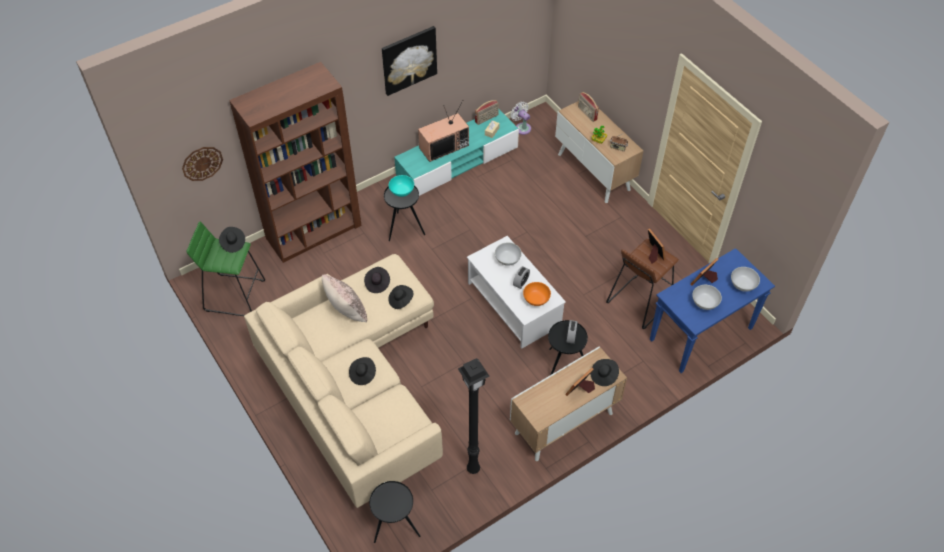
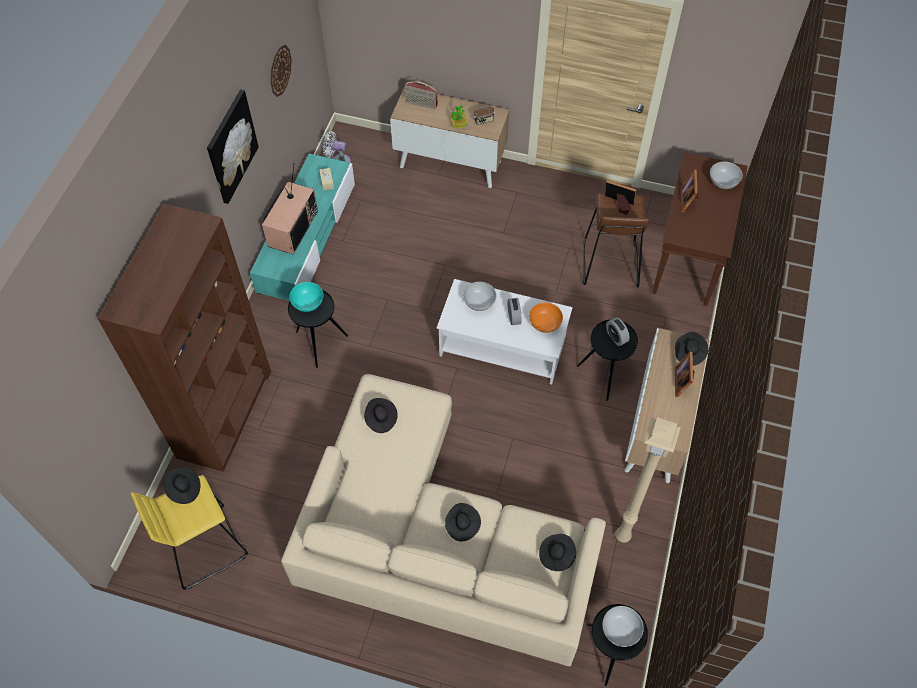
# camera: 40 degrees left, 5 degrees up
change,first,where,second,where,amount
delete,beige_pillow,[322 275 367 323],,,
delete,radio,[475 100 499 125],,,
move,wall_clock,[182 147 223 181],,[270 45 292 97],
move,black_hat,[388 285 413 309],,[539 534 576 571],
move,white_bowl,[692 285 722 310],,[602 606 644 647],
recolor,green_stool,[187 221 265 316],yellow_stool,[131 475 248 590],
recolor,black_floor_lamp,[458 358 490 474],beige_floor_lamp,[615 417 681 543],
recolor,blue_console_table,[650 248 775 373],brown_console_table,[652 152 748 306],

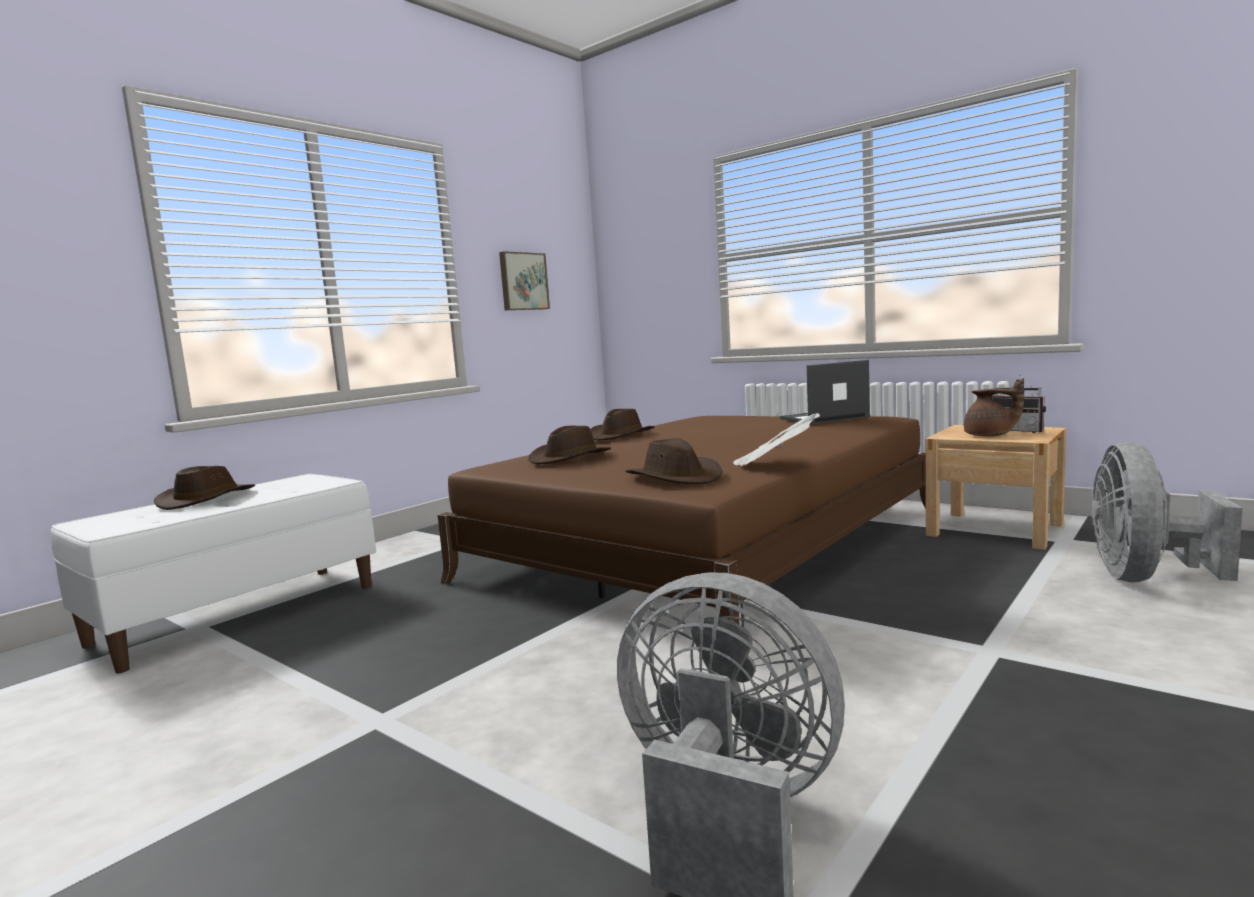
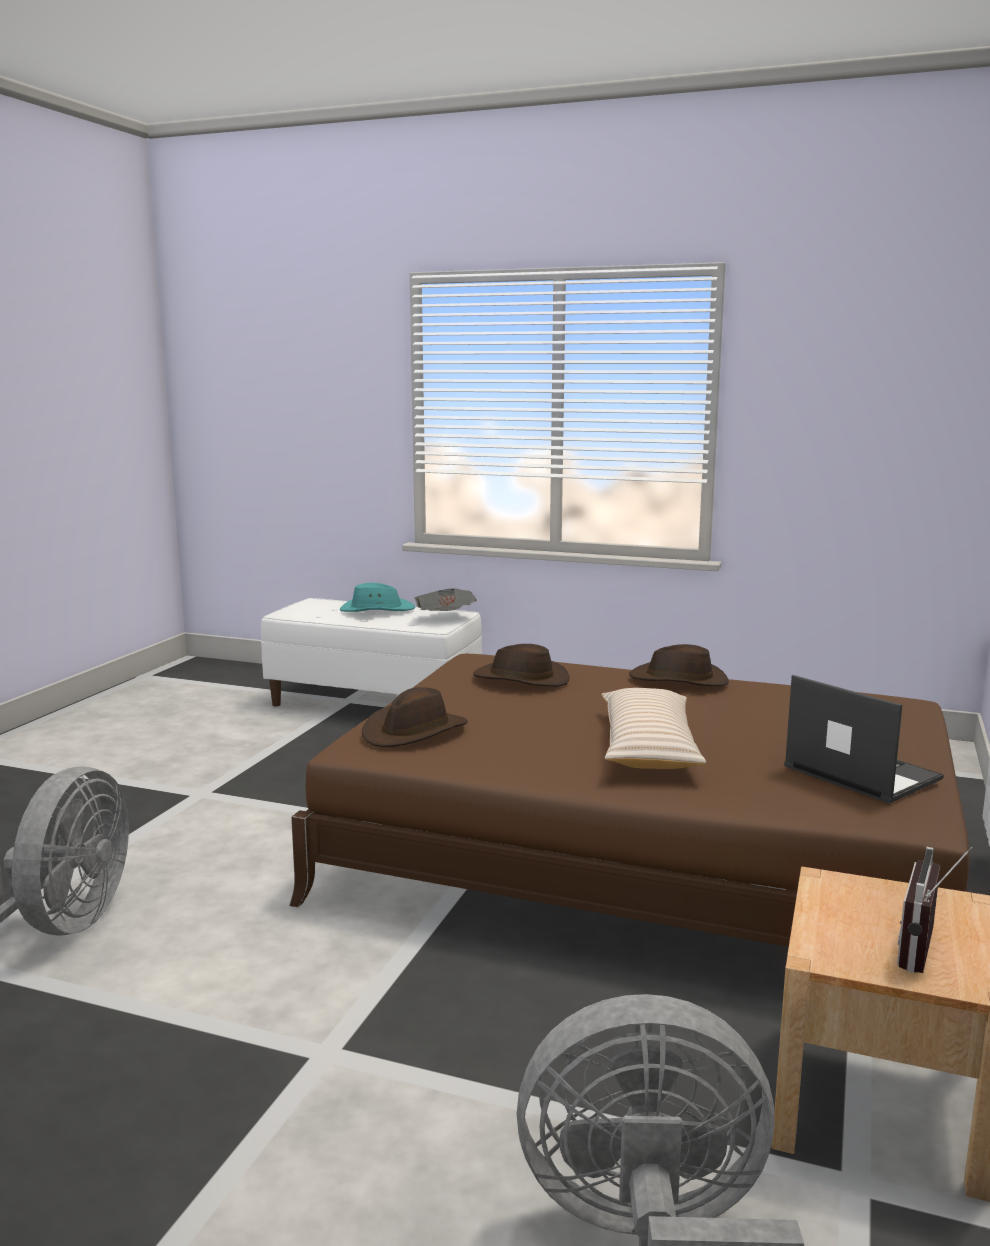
# camera: 70 degrees right, 5 degrees up
change,first,where,second,where,amount
delete,picture,[499 251 550 310],,,
delete,brown_teapot,[964 378 1024 437],,,
insert,,,beige_pillow,[602 688 706 769],
move,newspaper,[733 413 820 466],,[415 588 477 611],
recolor,brown_hat,[154 466 255 510],turquoise_hat,[340 583 415 612],

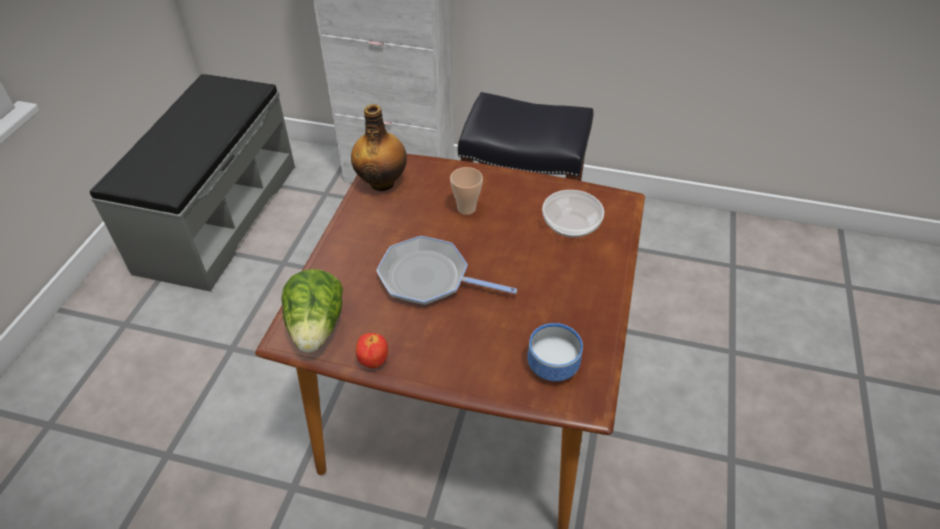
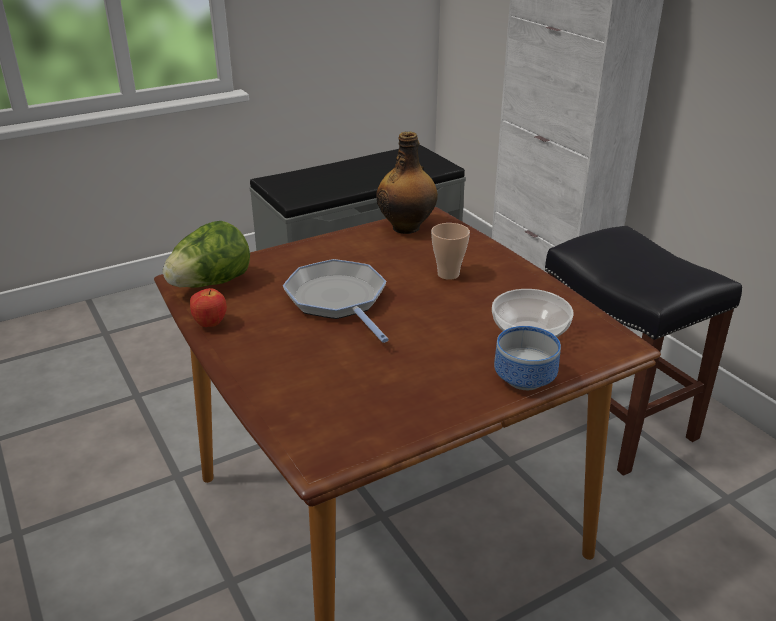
# camera: 45 degrees right, 15 degrees down
change,first,where,second,where,amount
move,bowl,[527 323 583 381],,[494 326 561 390],

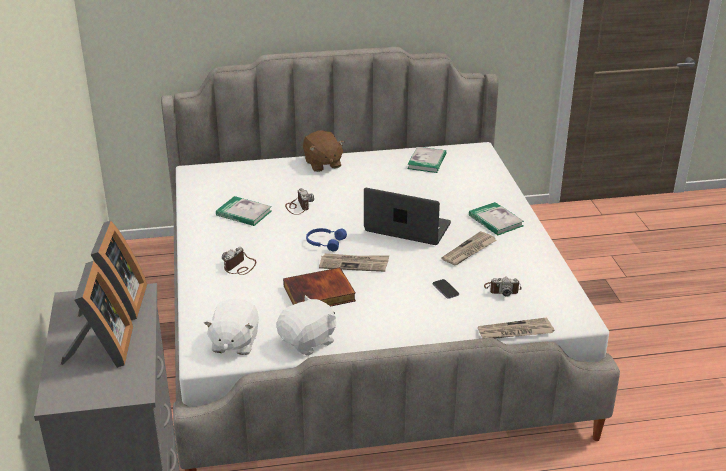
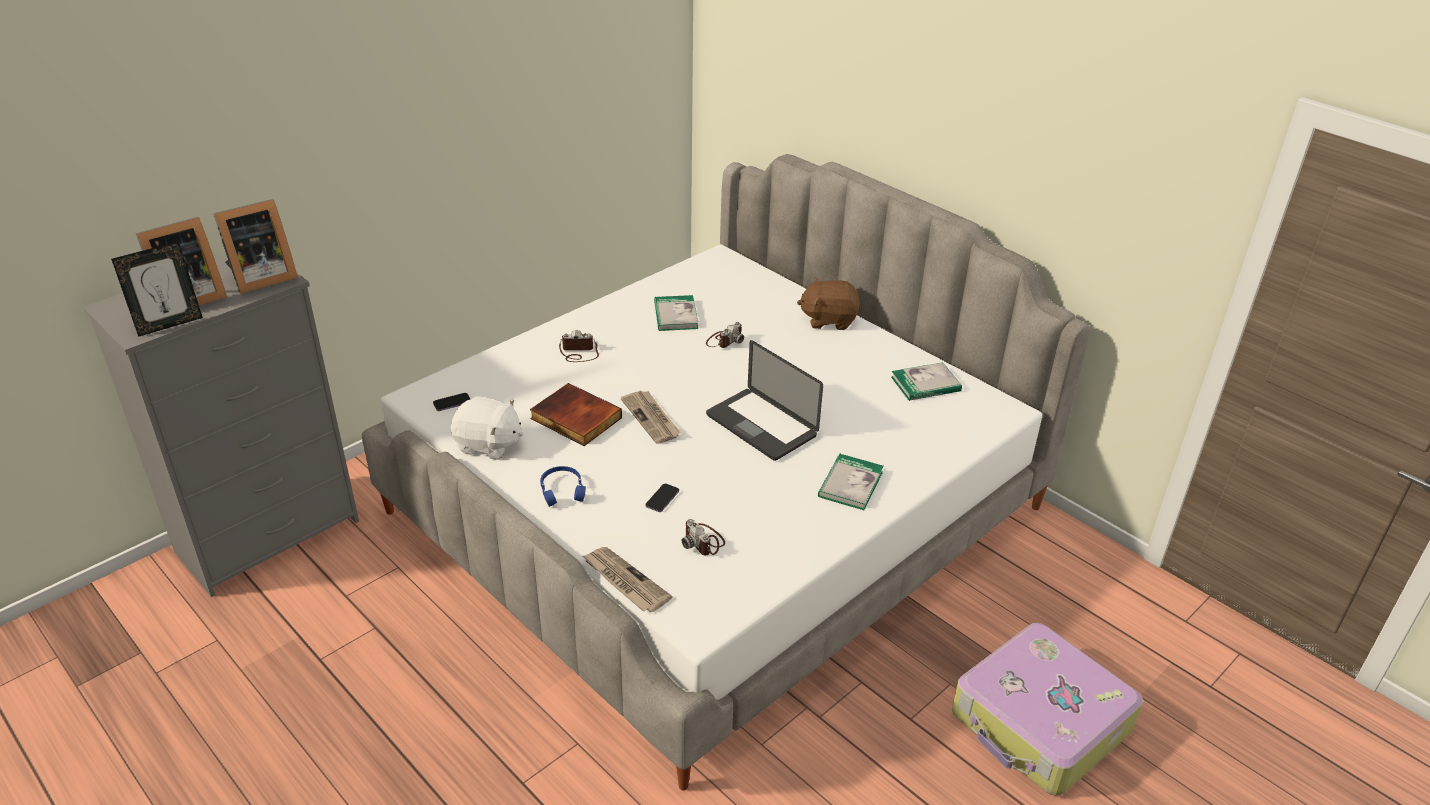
# camera: 55 degrees right, 5 degrees up
change,first,where,second,where,amount
delete,newspaper,[441 231 497 265],,,
insert,,,picture_frame,[111 241 203 337],
insert,,,suitcase,[952 623 1143 796],
move,blue_headphones,[306 228 347 251],,[540 466 586 507],
replace,white_plush_toy,[204 299 259 355],phone,[433 393 470 411],
rotate,brown_plush_toy,[303 131 345 172],,[797 277 861 330],60 degrees clockwise
rotate,laptop,[364 188 451 245],,[706 340 823 461],150 degrees clockwise

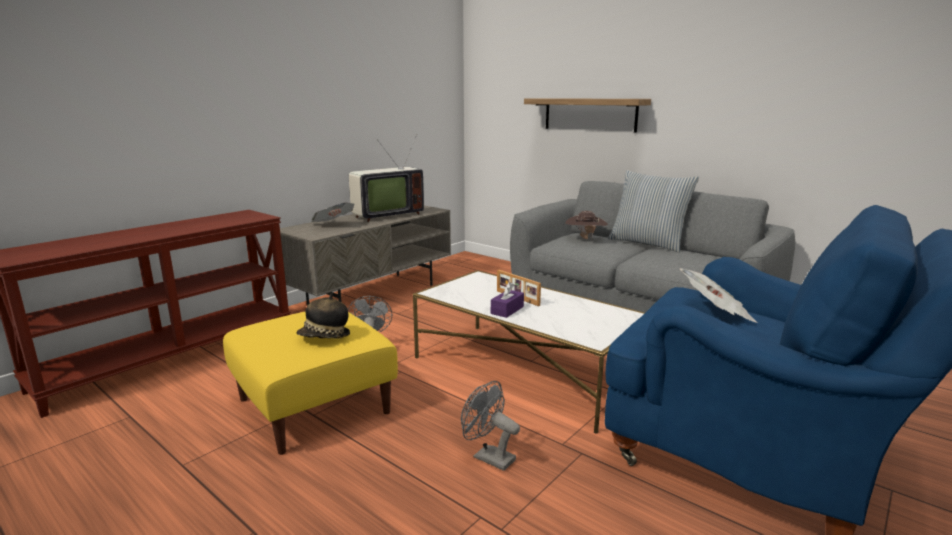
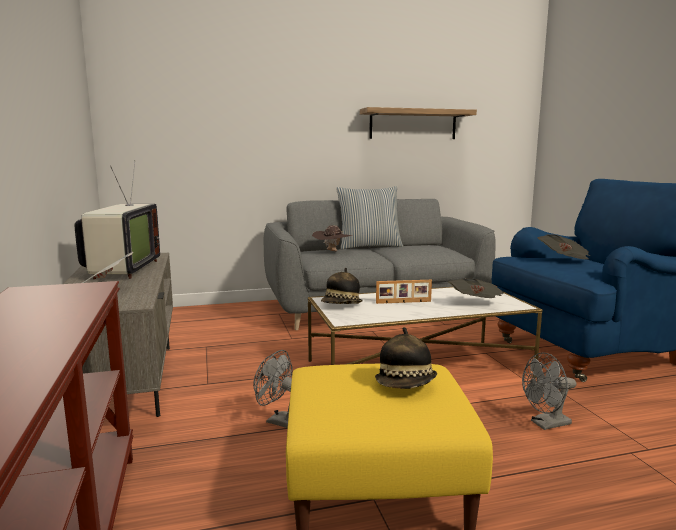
# camera: 55 degrees left, 5 degrees down
change,first,where,second,where,amount
delete,purple_tissue_box,[491 282 524 318],,,
insert,,,hat,[321 268 363 304],
insert,,,newspaper,[448 279 504 298],
move,shelf,[524 98 651 133],,[360 107 477 139],

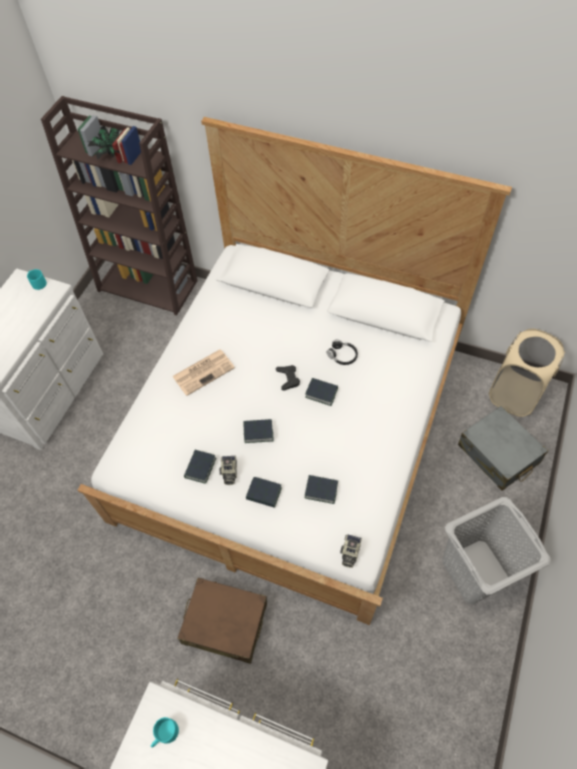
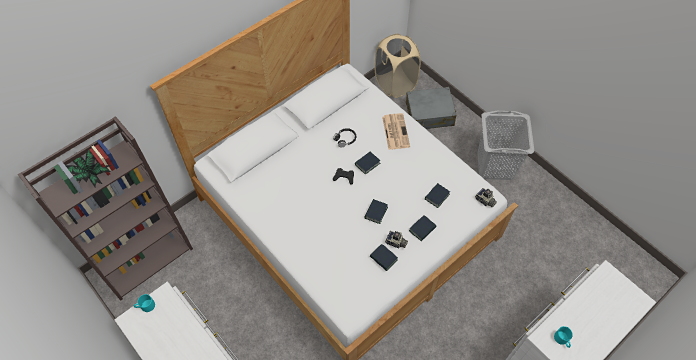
# camera: 65 degrees left, 0 degrees up
change,first,where,second,where,amount
delete,brown_suitcase,[177 578 267 664],,,
move,newspaper,[172 349 235 396],,[382 113 410 150],

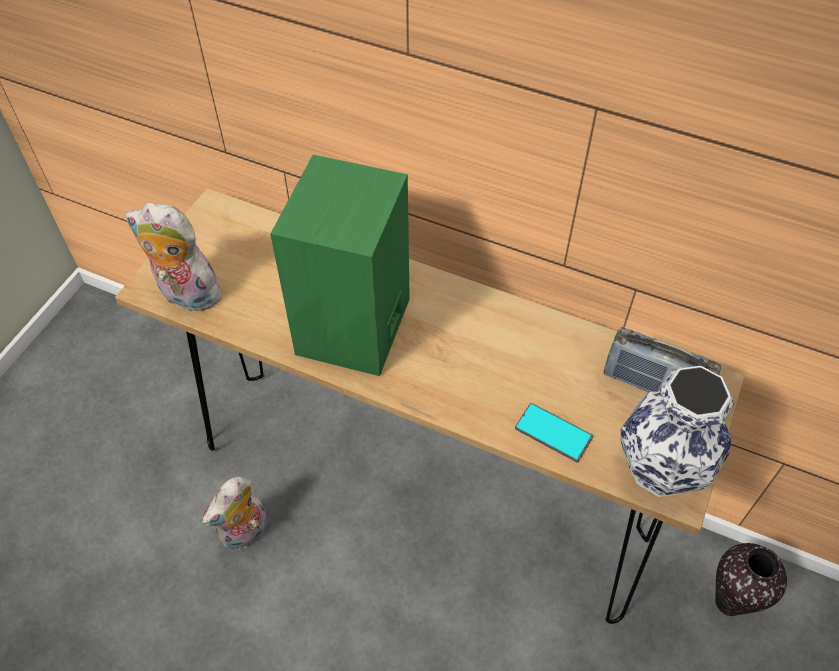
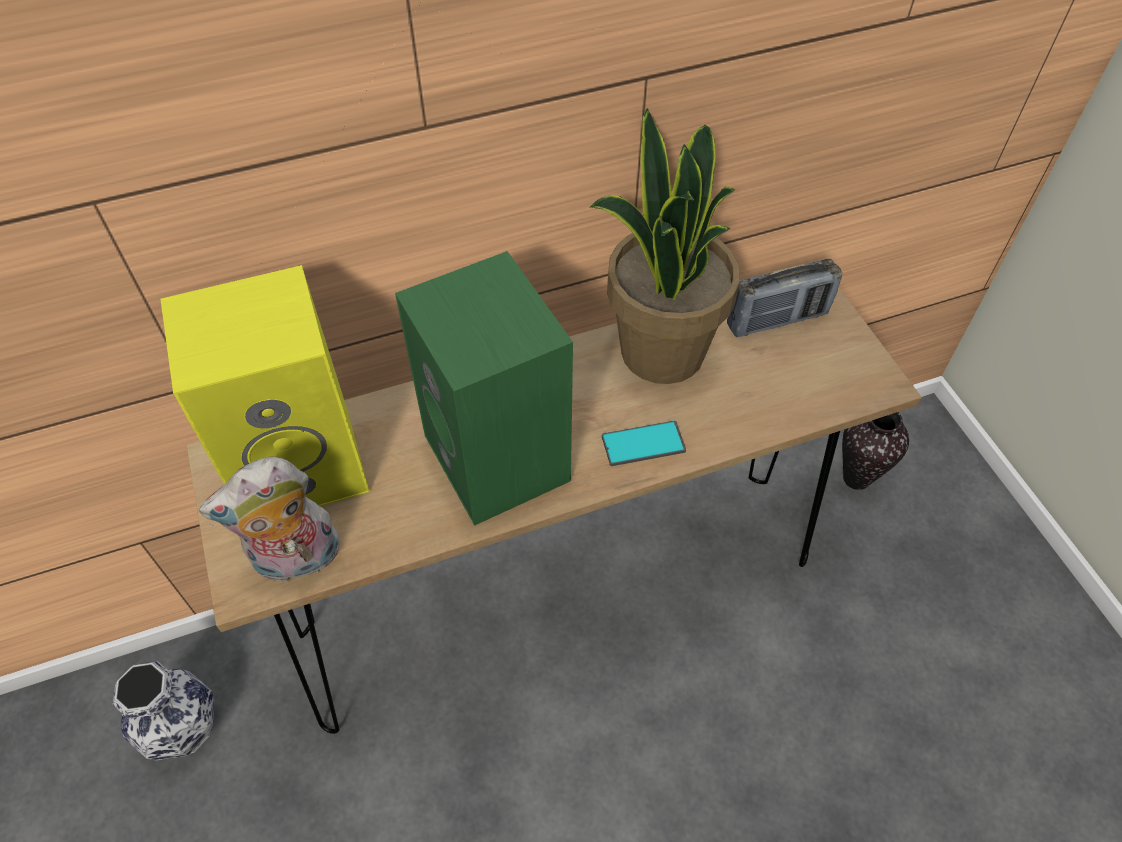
# camera: 45 degrees left, 0 degrees up
change,first,where,second,where,amount
delete,plush_toy,[202 477 268 551],,,
insert,,,yellow_speaker,[160 265 370 506],
insert,,,potted_plant,[590 108 740 384],
move,phone,[515 403 593 462],,[602 421 686 466],
move,vase,[620 366 735 497],,[113 661 214 760],

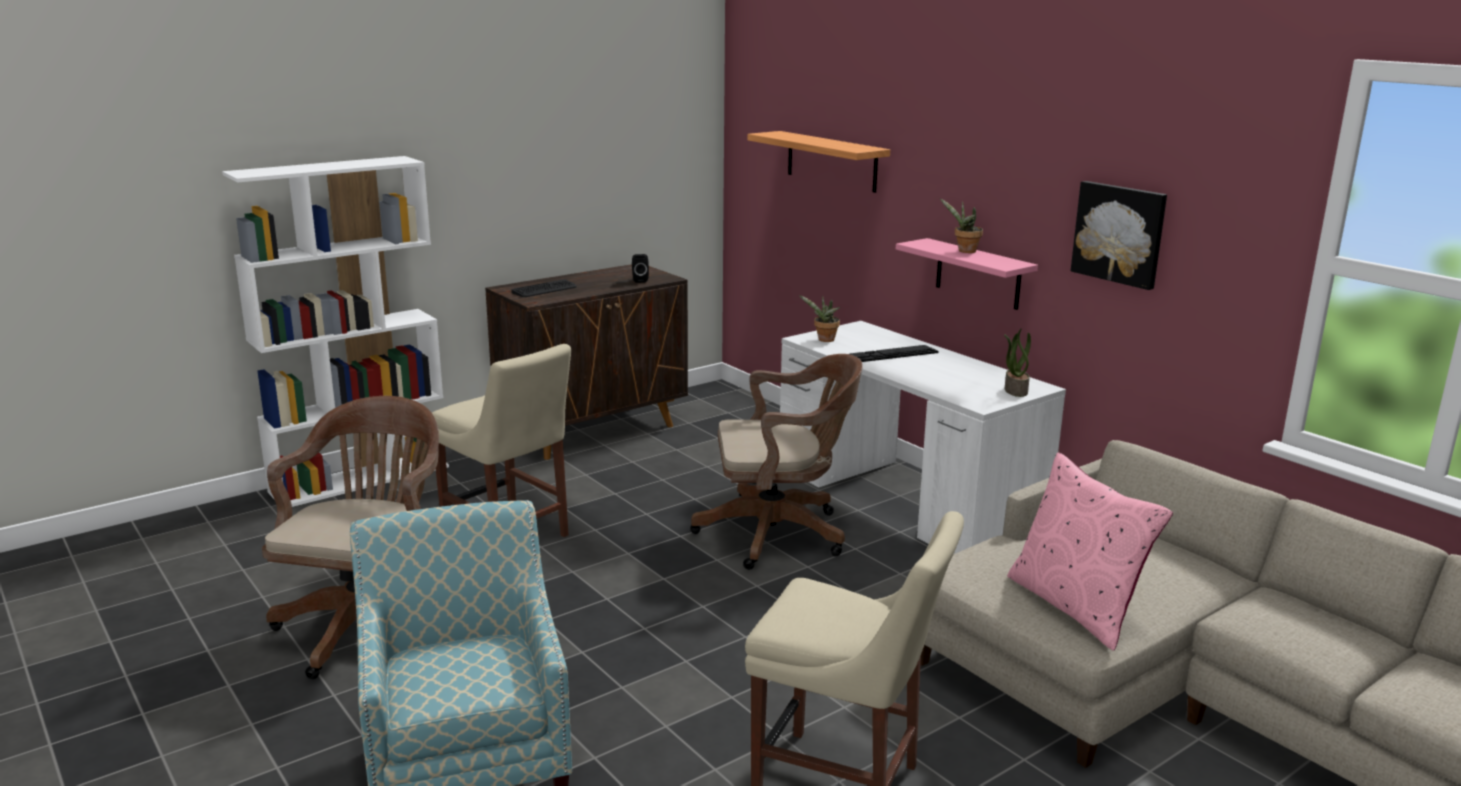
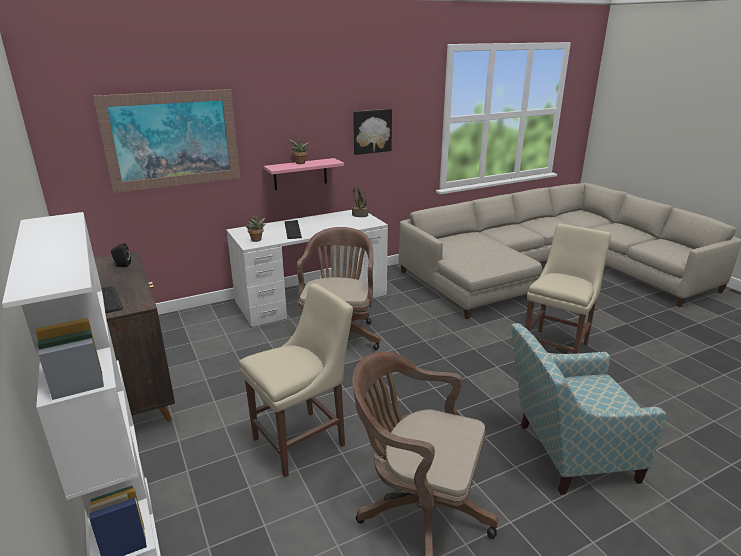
# camera: 80 degrees left, 5 degrees up
change,first,where,second,where,amount
delete,pink_pillow,[1007 452 1173 651],,,
replace,shelf,[747 131 890 193],picture,[93 89 240 193],

